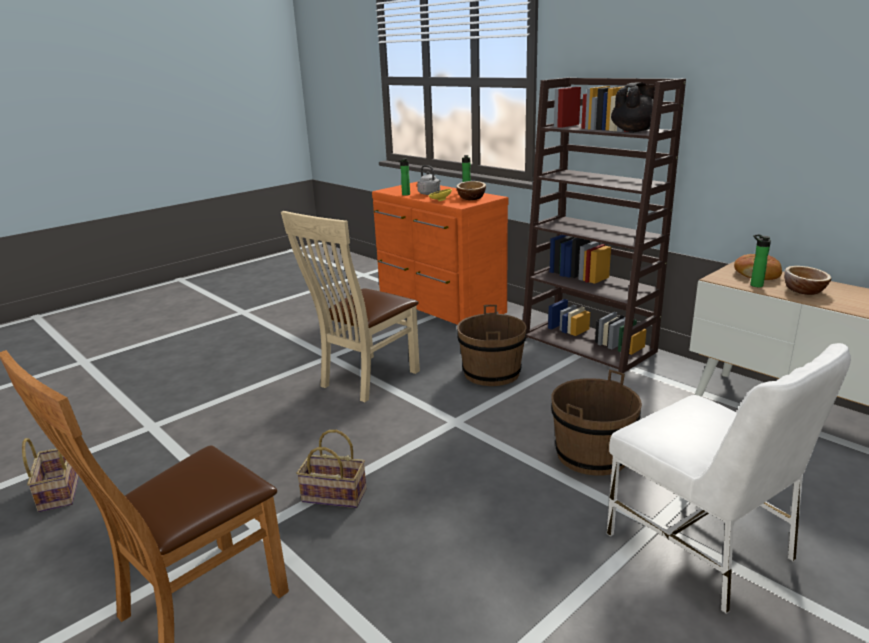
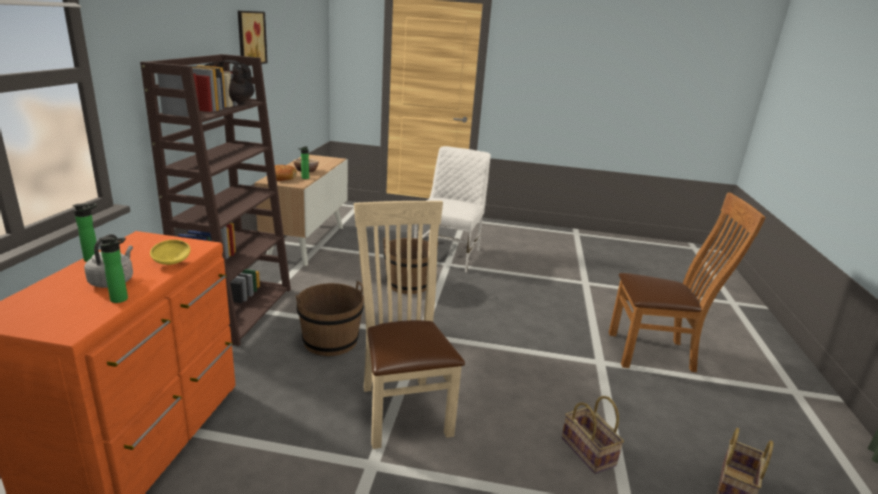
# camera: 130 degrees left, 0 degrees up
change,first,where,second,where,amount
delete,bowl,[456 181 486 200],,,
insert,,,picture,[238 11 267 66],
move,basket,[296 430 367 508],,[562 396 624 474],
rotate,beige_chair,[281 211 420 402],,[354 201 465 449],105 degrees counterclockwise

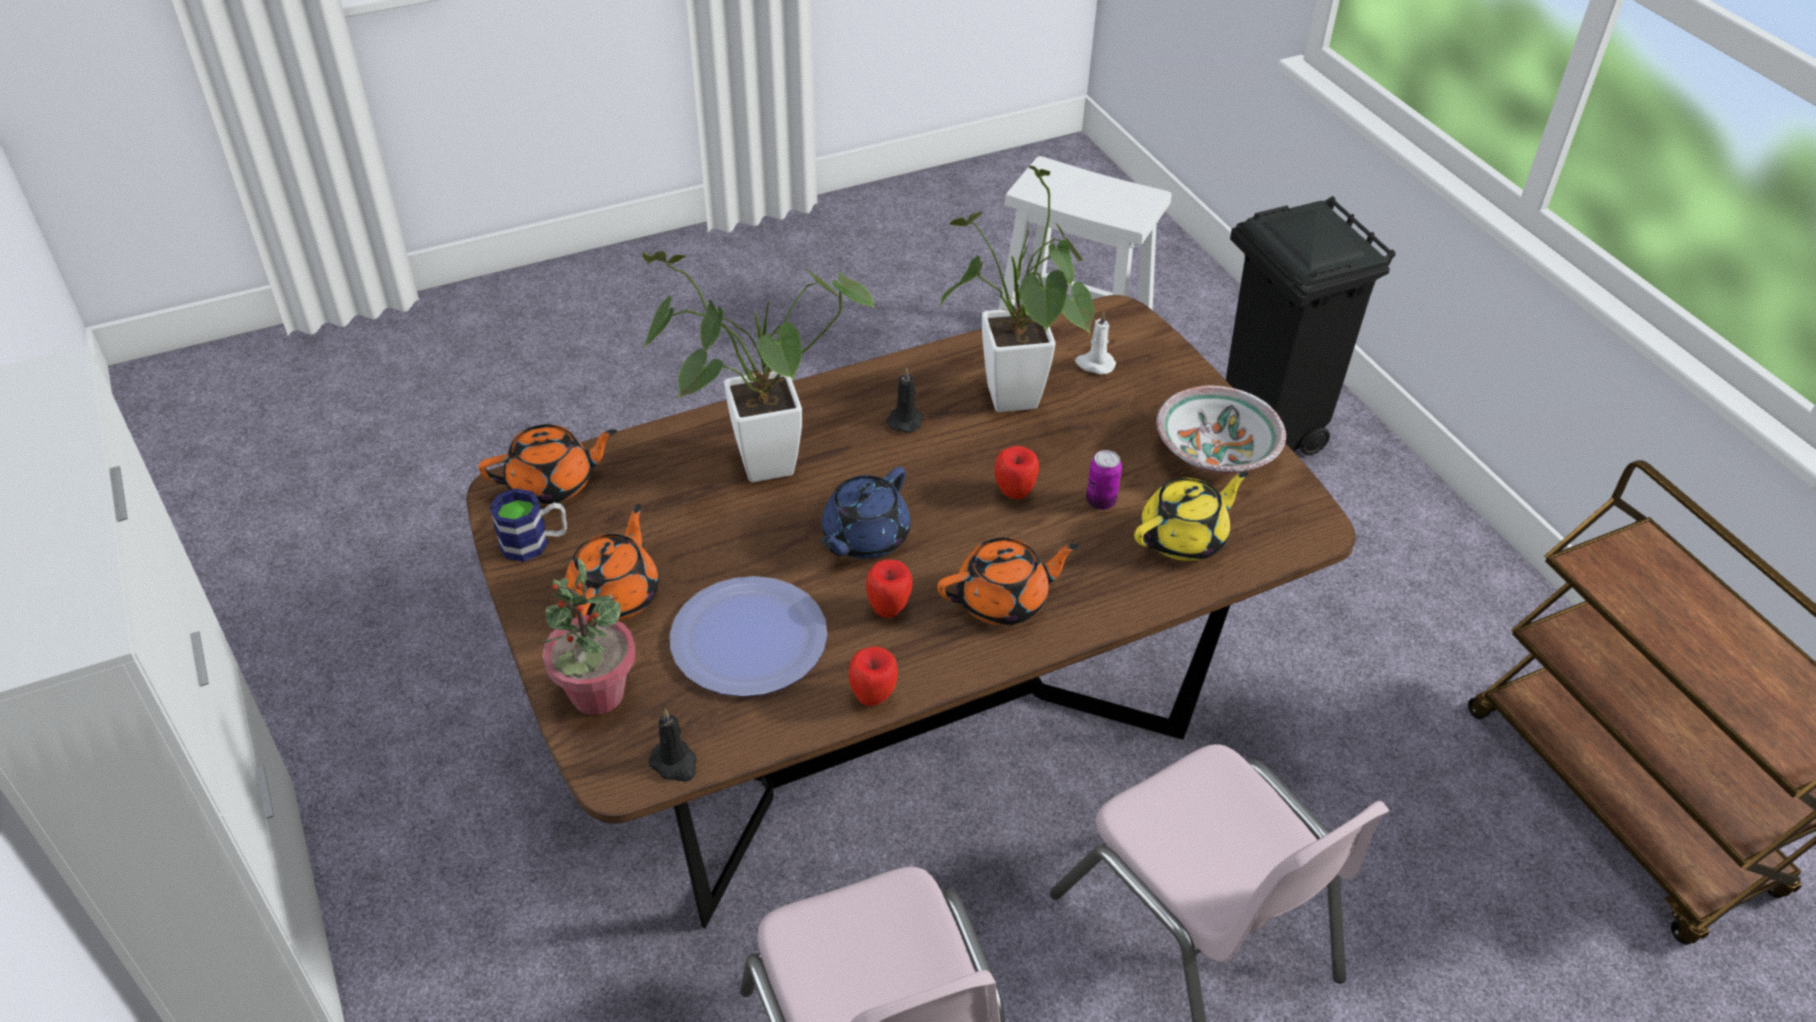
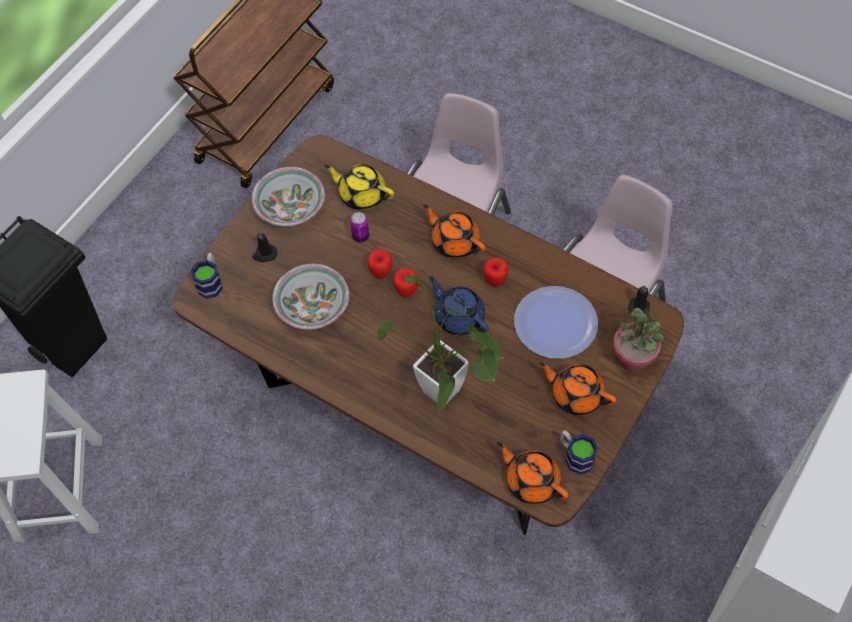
# camera: 120 degrees left, 15 degrees up
change,first,where,second,where,amount
delete,white_candle,[1075 311 1116 375],,,
insert,,,mug,[191 253 223 299],
move,apple,[849 646 898 706],,[393 268 419 297],
move,black_candle,[886 367 923 433],,[252 231 277 262],
replace,potted_plant,[939 166 1094 412],bowl,[272 264 349 330],
rotate,orange_teapot,[565 504 659 621],,[539 362 617 415],45 degrees clockwise
rotate,blue_teapot,[820 467 911 559],,[429 276 489 335],135 degrees counterclockwise

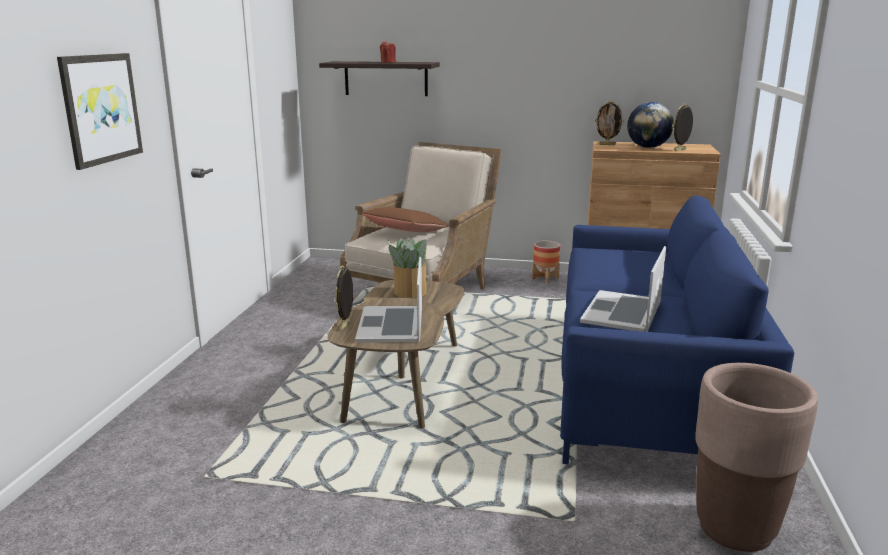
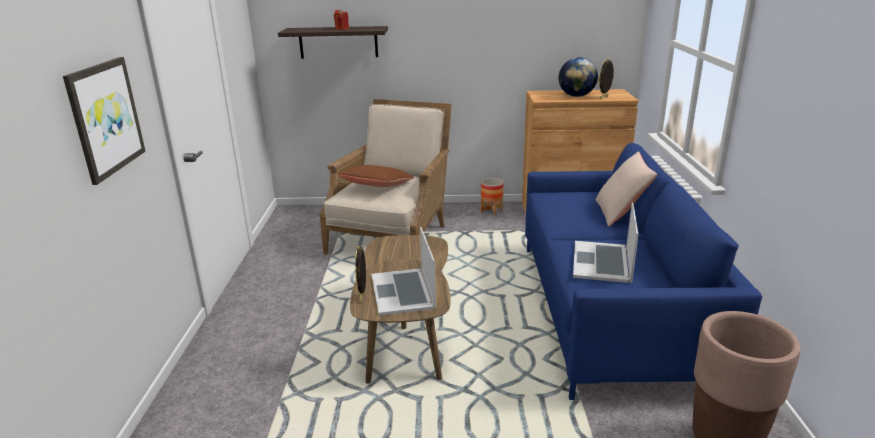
# camera: 10 degrees left, 5 degrees up
change,first,where,second,where,amount
delete,potted_plant,[388 238 427 298],,,
delete,picture_frame,[595 100 624 145],,,
insert,,,beige_pillow,[595 151 657 226],

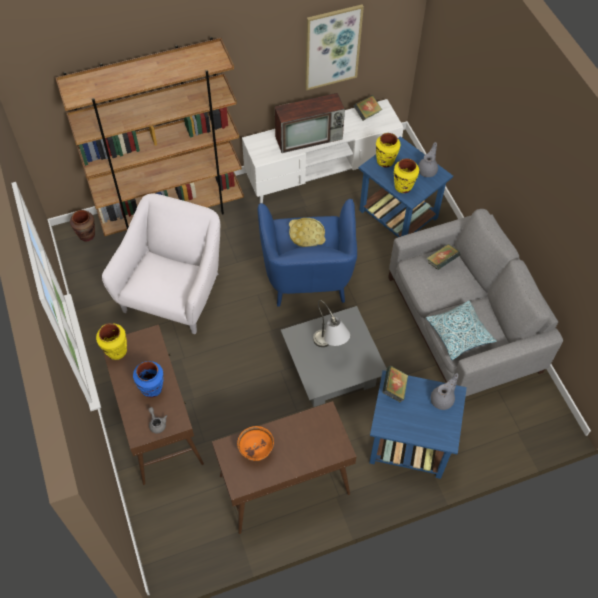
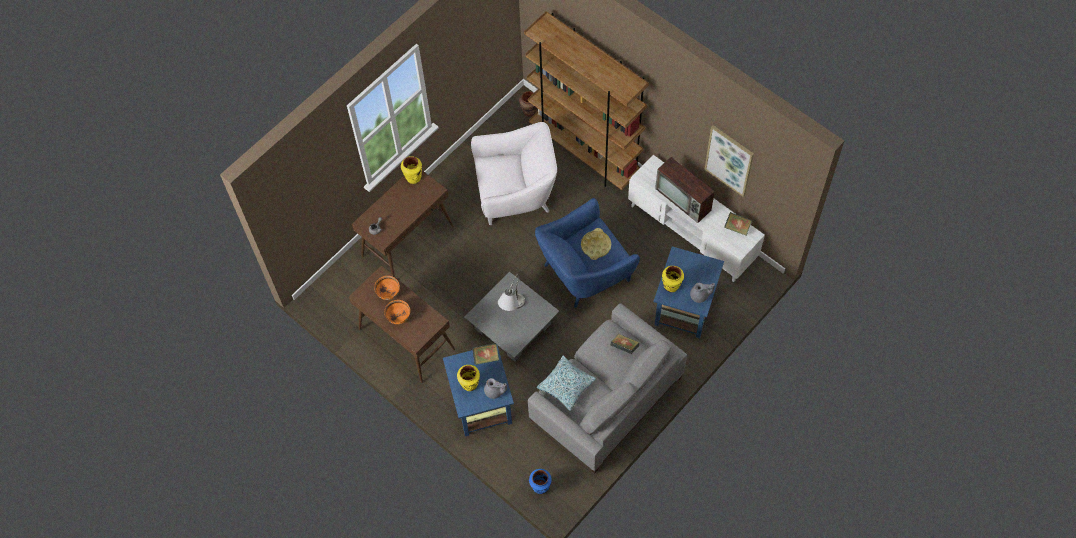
# camera: 65 degrees right, 5 degrees up
change,first,where,second,where,amount
insert,,,orange_bowl,[384 300 410 324],
move,blue_vase,[133 361 164 398],,[529 469 552 494],
move,yellow_vase,[376 133 400 168],,[457 365 480 391],

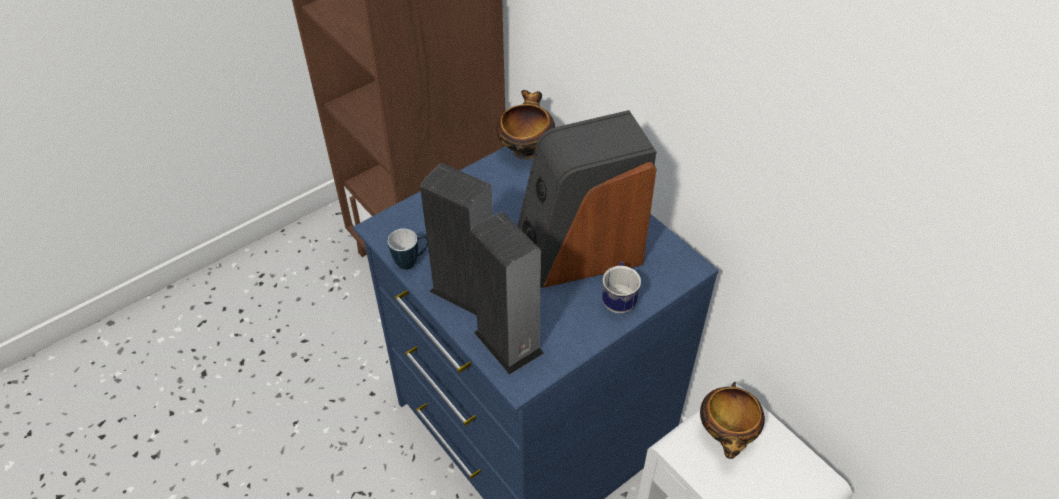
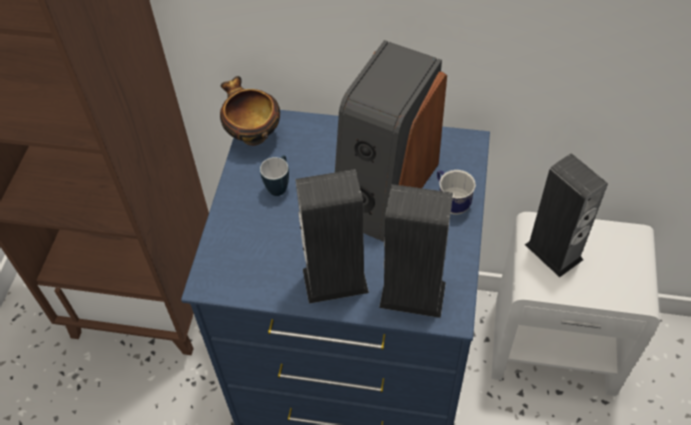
# camera: 40 degrees left, 5 degrees up
change,first,where,second,where,amount
move,mug,[388 229 428 270],,[260 155 289 196],
replace,bowl,[700 382 765 459],speaker,[525 153 608 277],

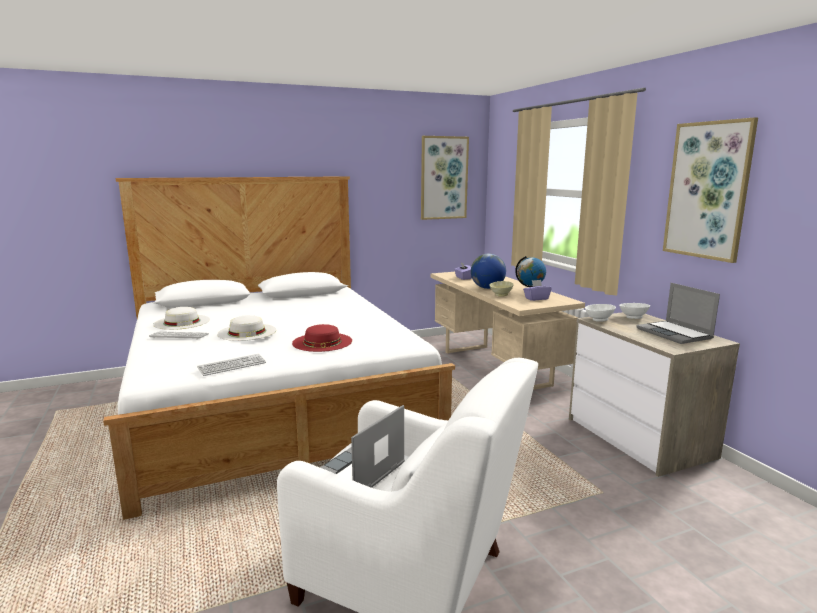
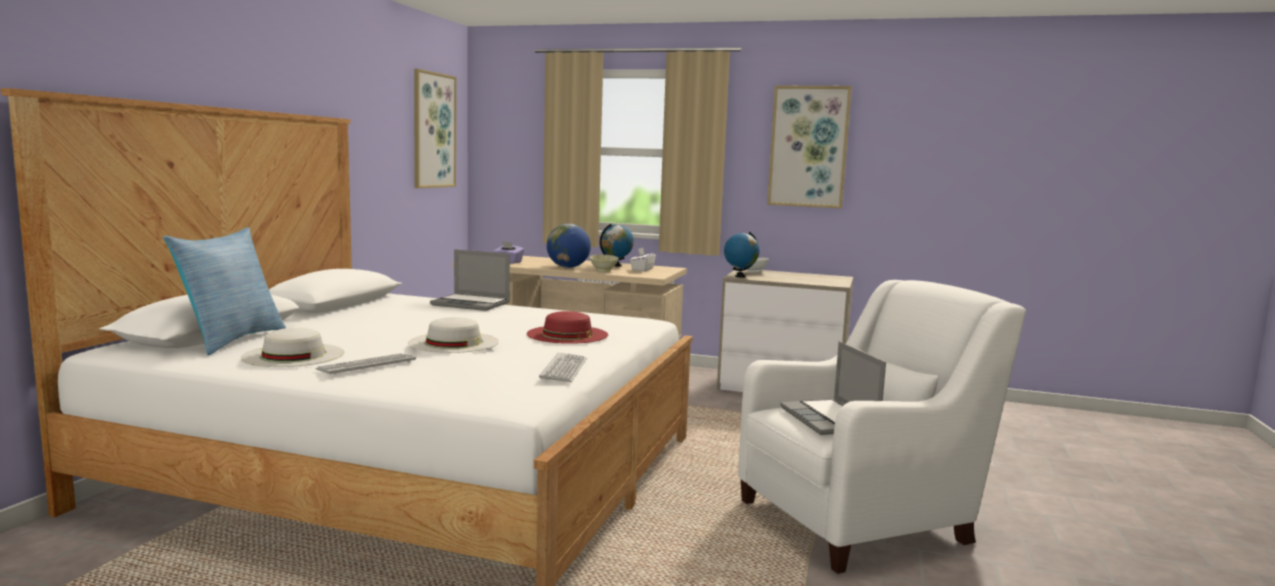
# camera: 50 degrees left, 5 degrees down
change,first,where,second,where,amount
insert,,,pillow,[163 227 286 356],
move,laptop,[636 283 720 344],,[430 249 510 311],
replace,white_bowl,[585 304 616 322],globe,[724 232 760 278],
recolor,purple_tissue_box,[523 280 552 301],white_tissue_box,[630 248 656 271],

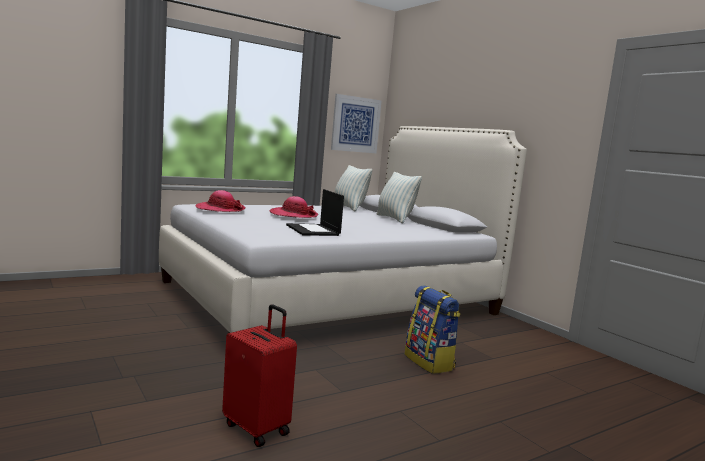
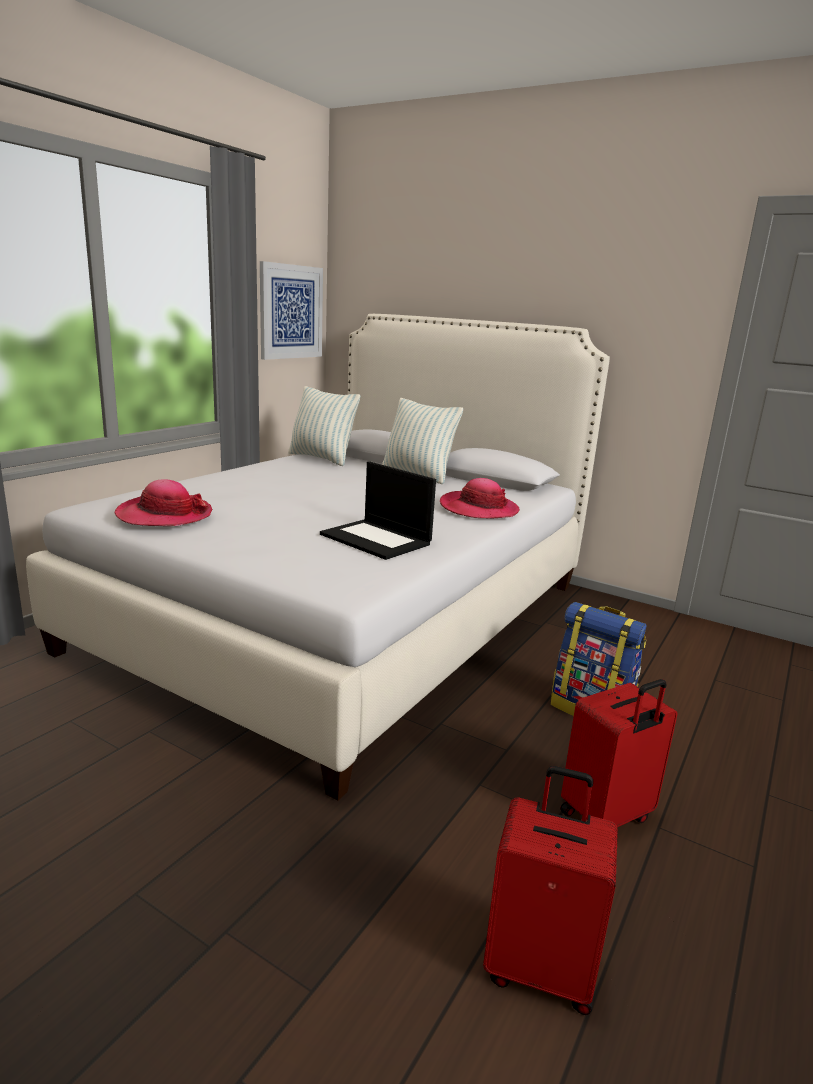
# camera: 25 degrees left, 10 degrees up
change,first,where,second,where,amount
insert,,,red_suitcase,[560 679 677 827],
move,hat,[270 196 318 218],,[440 478 520 518],

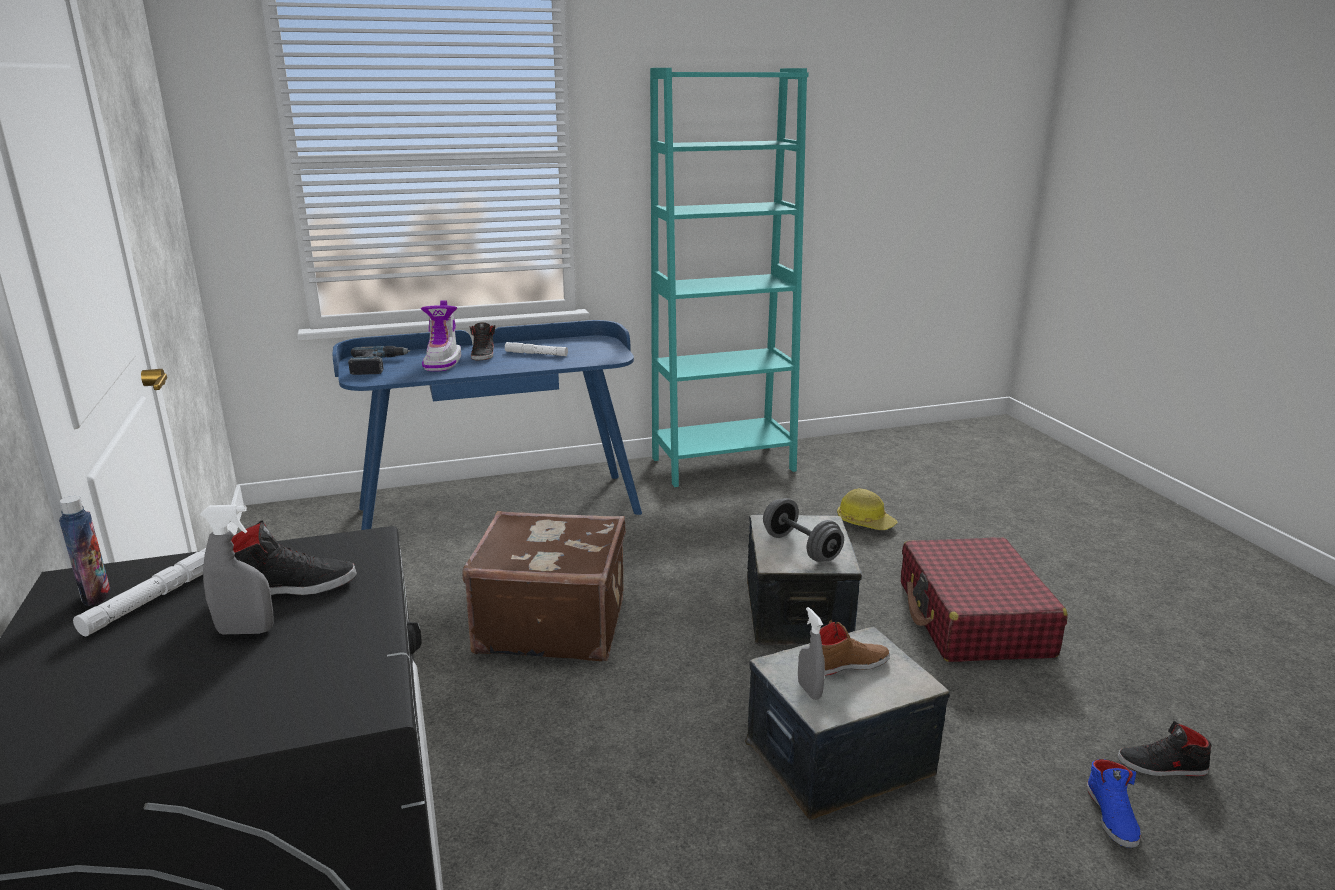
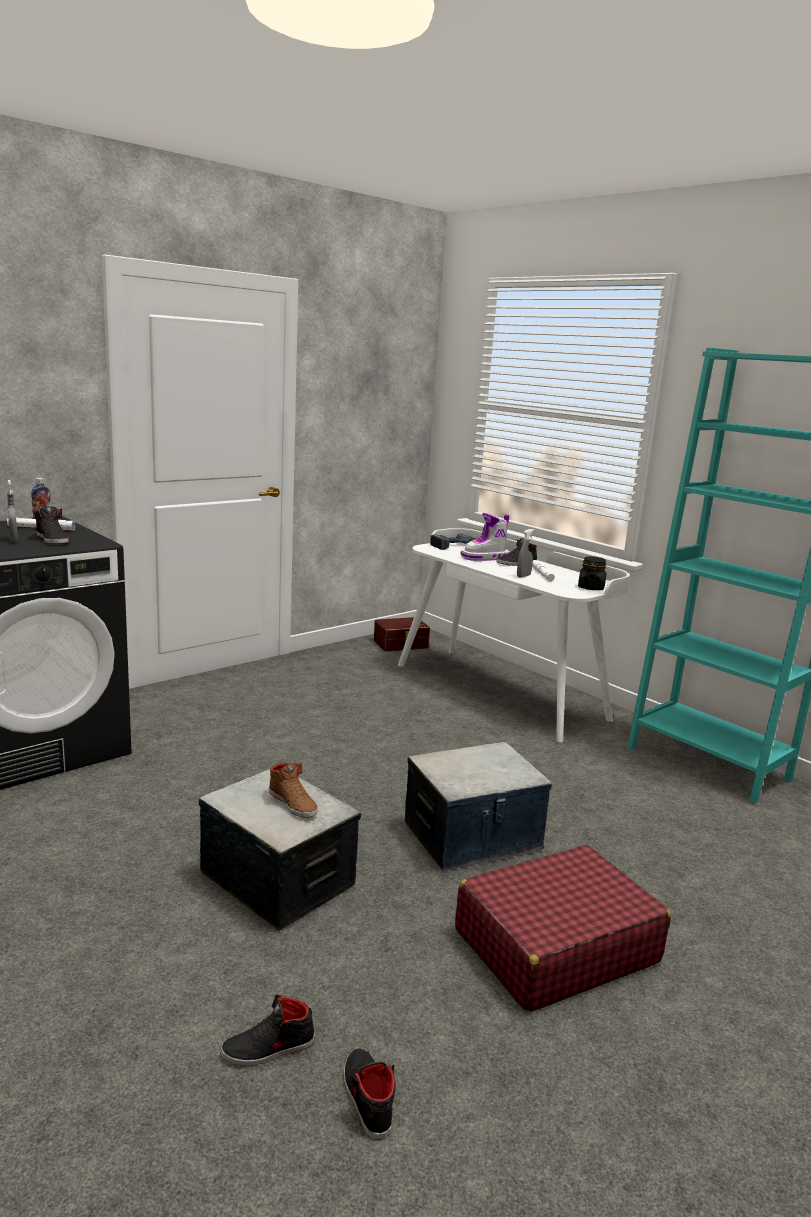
# camera: 65 degrees right, 5 degrees down
change,first,where,second,where,amount
delete,brown_suitcase,[462 511 626 661],,,
delete,grey_dumbbell,[763 498 844 562],,,
delete,hard_hat,[837 488 898 530],,,
insert,,,brown_storage_box,[374 617 430 652],
insert,,,black_jar,[578 556 606 590],
move,grey_spray_bottle,[798 607 825 700],,[517 529 534 578],
recolor,blue_desk,[333 320 642 530],white_desk,[398 528 630 742],
recolor,blue_shoe,[1087 759 1141 848],black_shoe,[220 994 315 1065],

